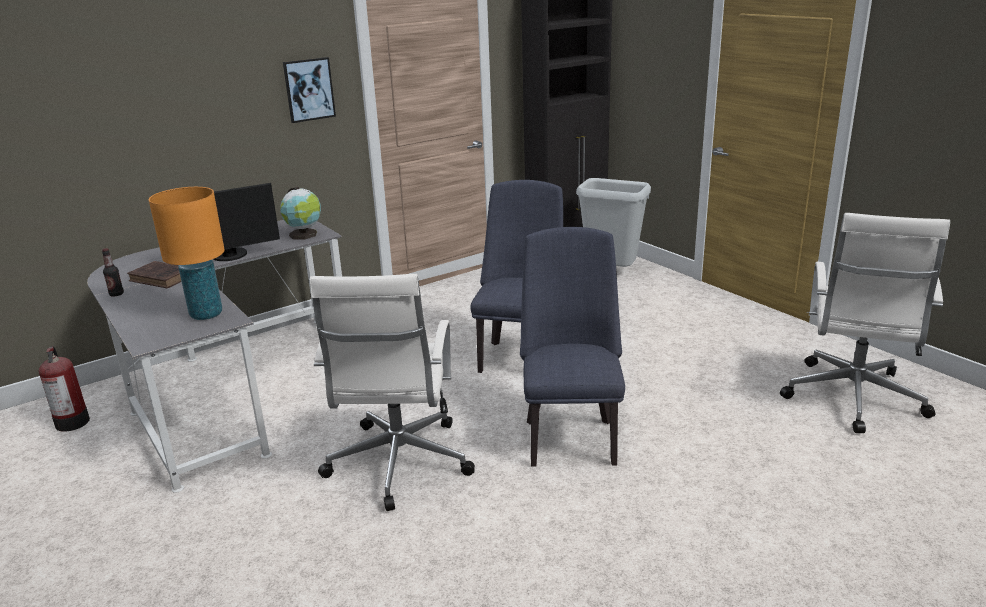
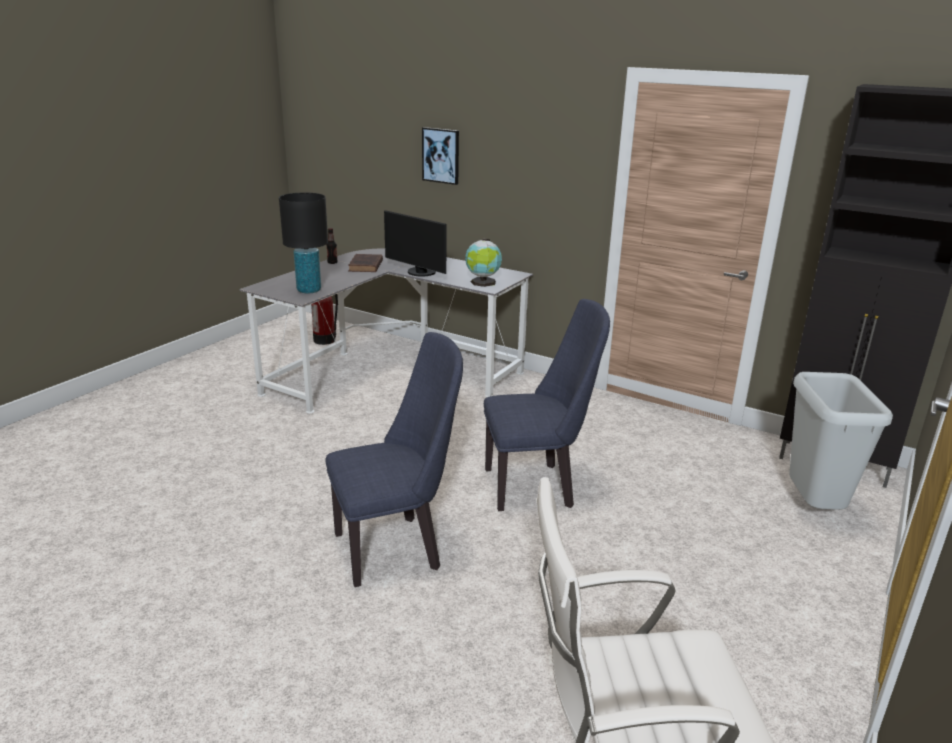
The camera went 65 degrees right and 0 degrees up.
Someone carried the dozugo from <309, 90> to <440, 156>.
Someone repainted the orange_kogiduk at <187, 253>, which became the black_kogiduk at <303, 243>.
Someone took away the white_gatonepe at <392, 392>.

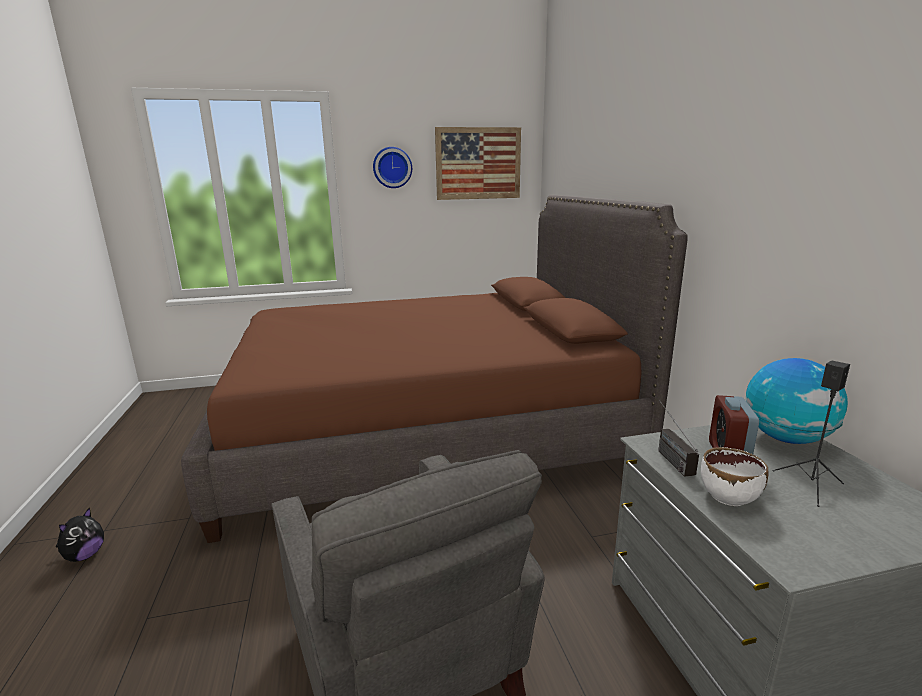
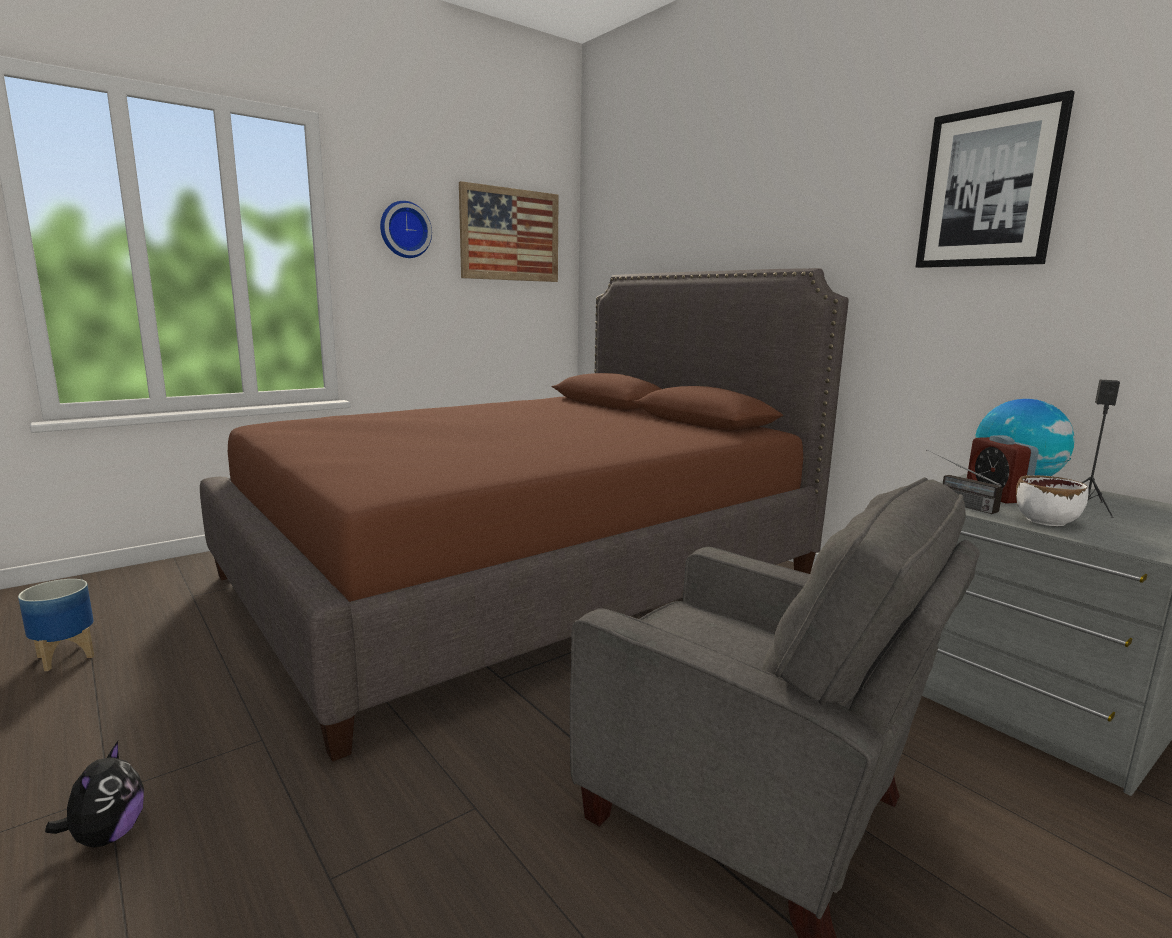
The camera went 25 degrees left and 5 degrees down.
Someone put up the dozugo at <995, 179>.
Someone put down the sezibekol at <56, 625>.

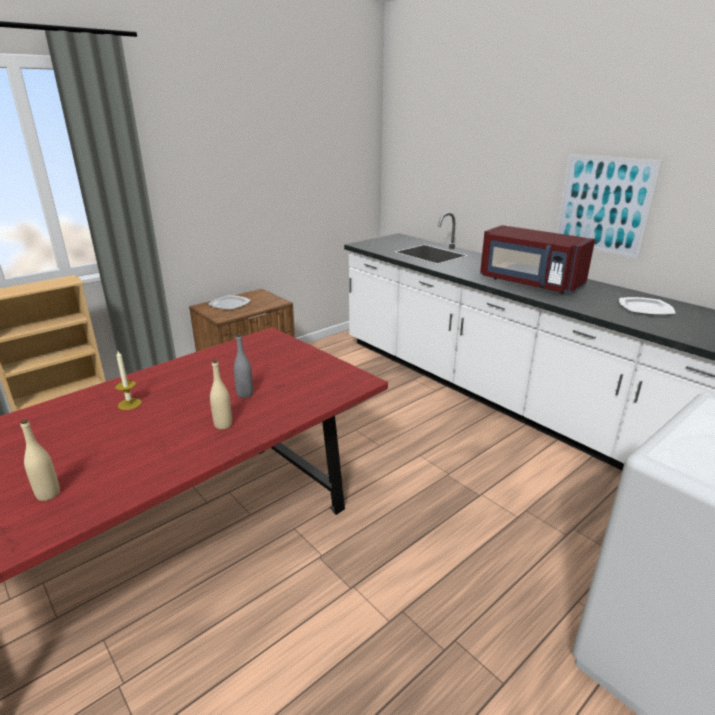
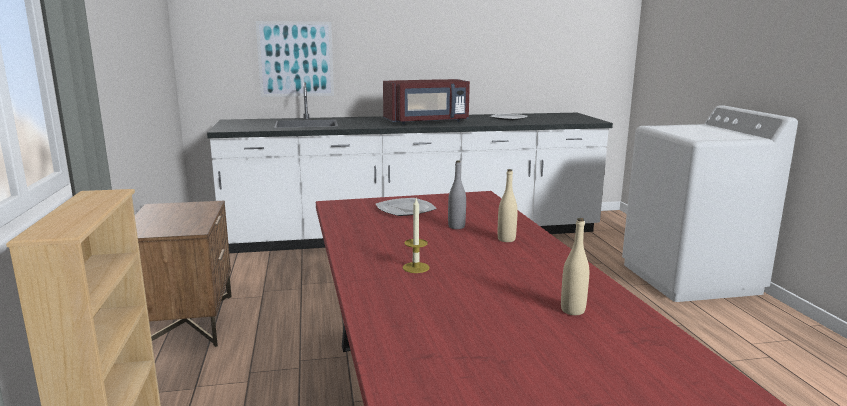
The camera went 60 degrees left and 10 degrees down.
Someone carried the dozugo from <608, 206> to <295, 59>.
Someone carried the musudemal from <229, 302> to <406, 207>.

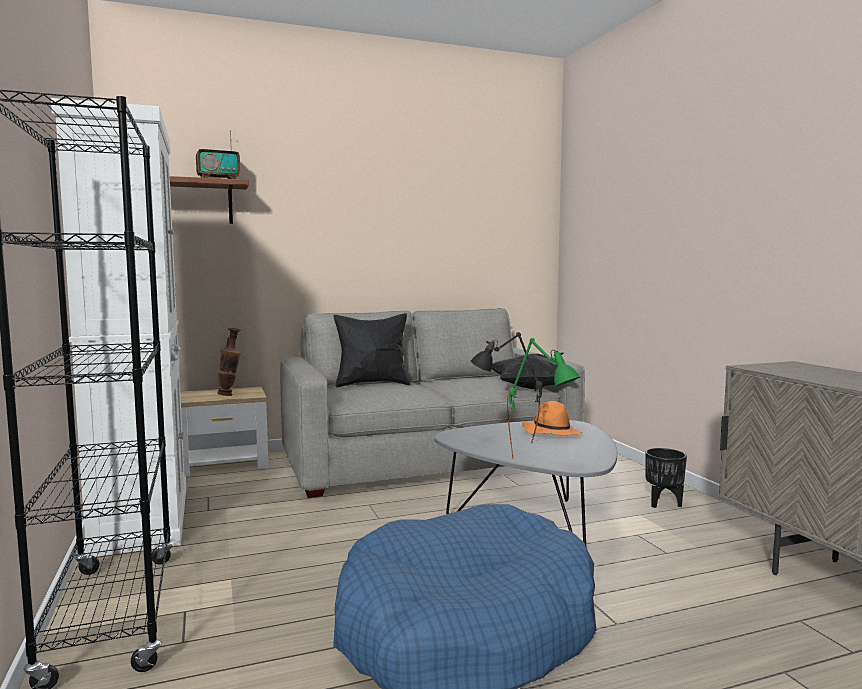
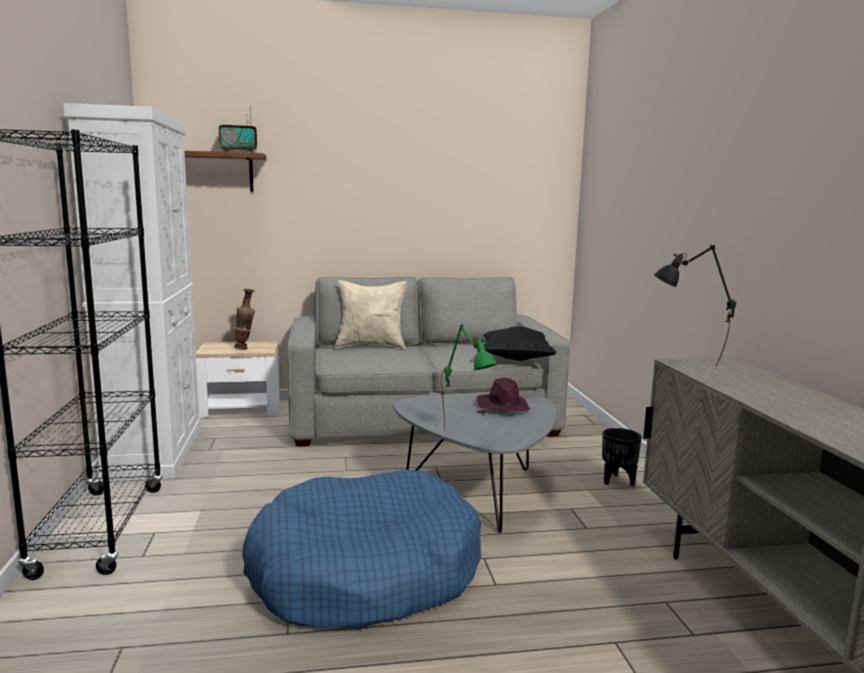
The camera went 10 degrees right and 5 degrees up.
Someone repainted the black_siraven at <372, 350>, which became the beige_siraven at <371, 314>.
Someone carried the black_kogiduk from <507, 387> to <695, 306>.
Someone repainted the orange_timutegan at <552, 418>, which became the purple_timutegan at <503, 395>.

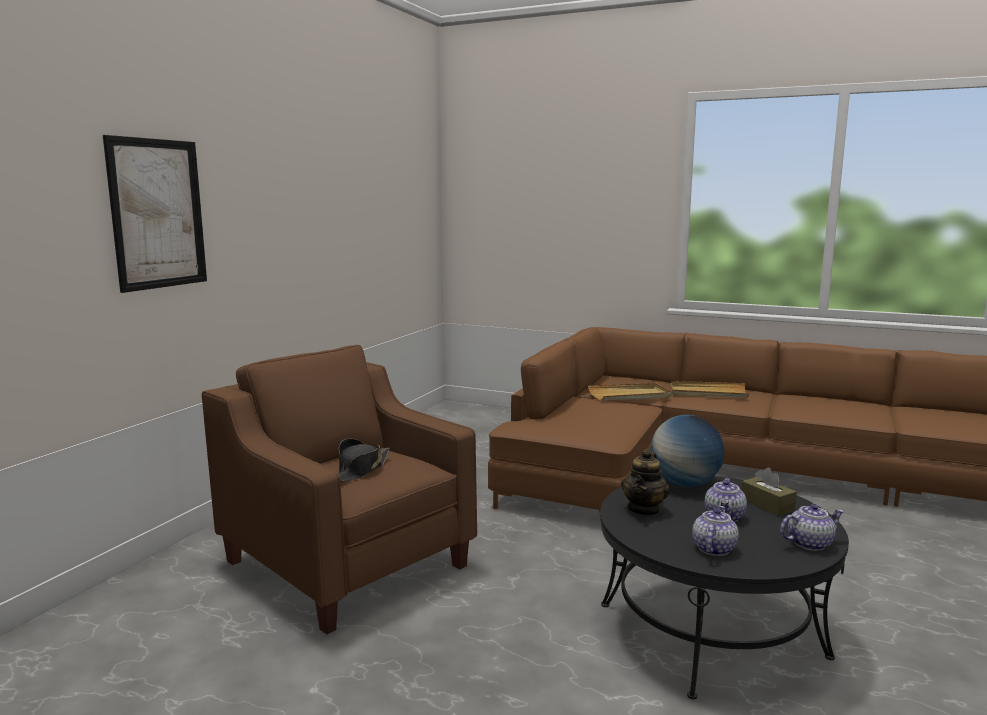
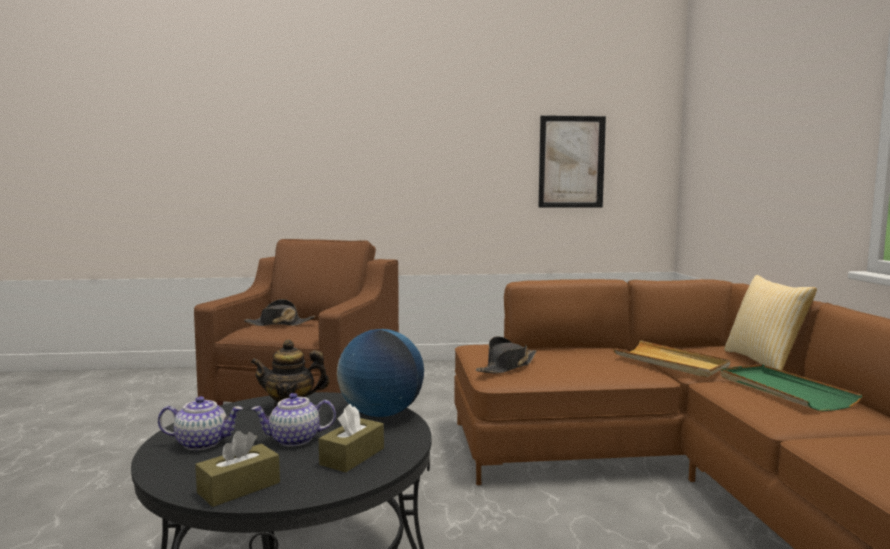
The camera went 60 degrees right and 5 degrees down.
Someone carried the dozugo from <155, 214> to <572, 161>.
Someone repainted the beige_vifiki at <710, 389>, which became the green_vifiki at <792, 387>.
Someone swapped the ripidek at <812, 527> for the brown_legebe at <237, 469>.
Someone put down the siraven at <770, 322>.
Someone put down the black_timutegan at <506, 354>.

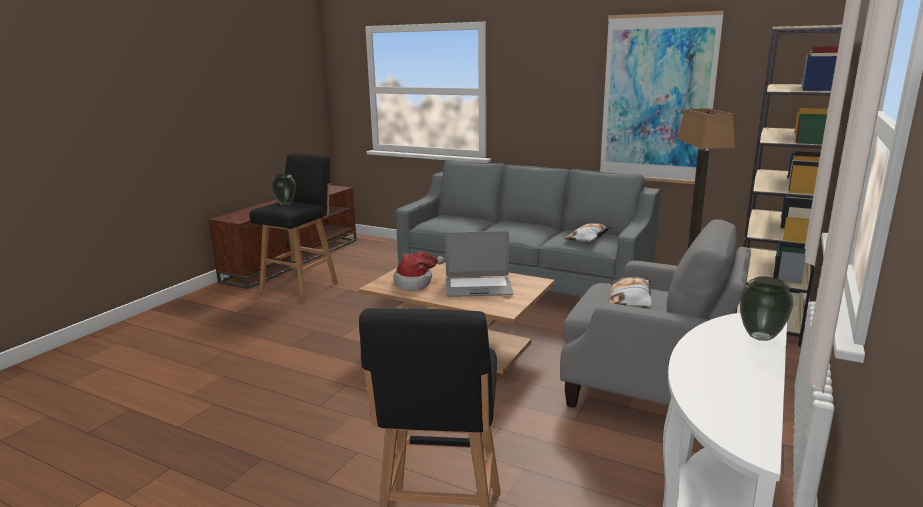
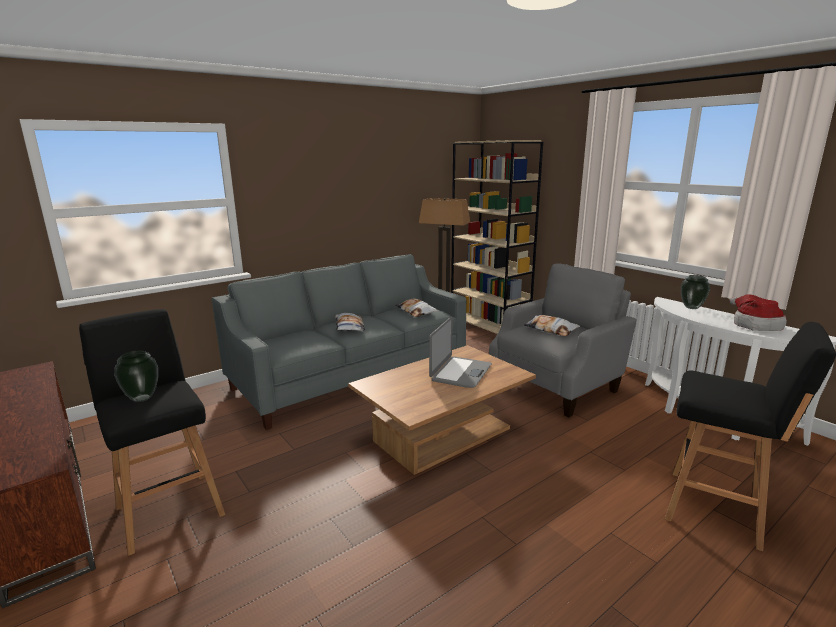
The camera went 65 degrees left and 0 degrees up.
Someone took away the dozugo at <662, 97>.
Someone carried the timutegan from <418, 271> to <758, 312>.
Someone put down the siraven at <350, 322>.

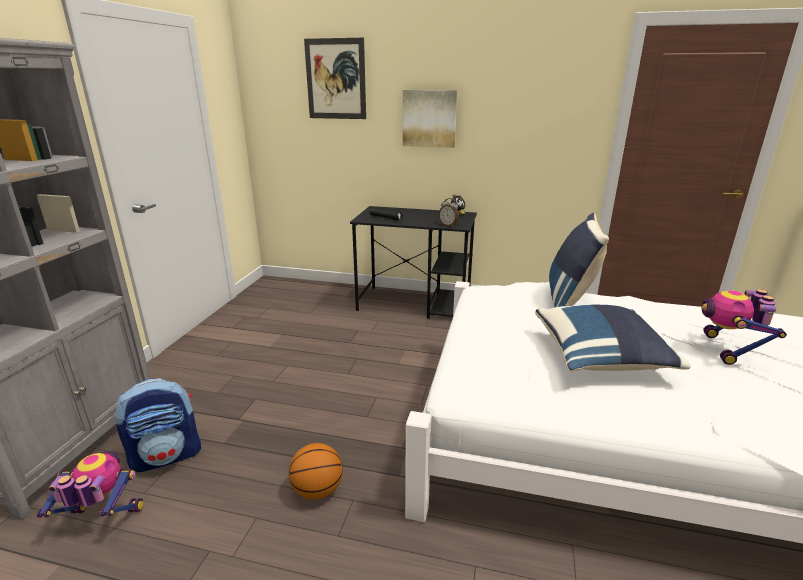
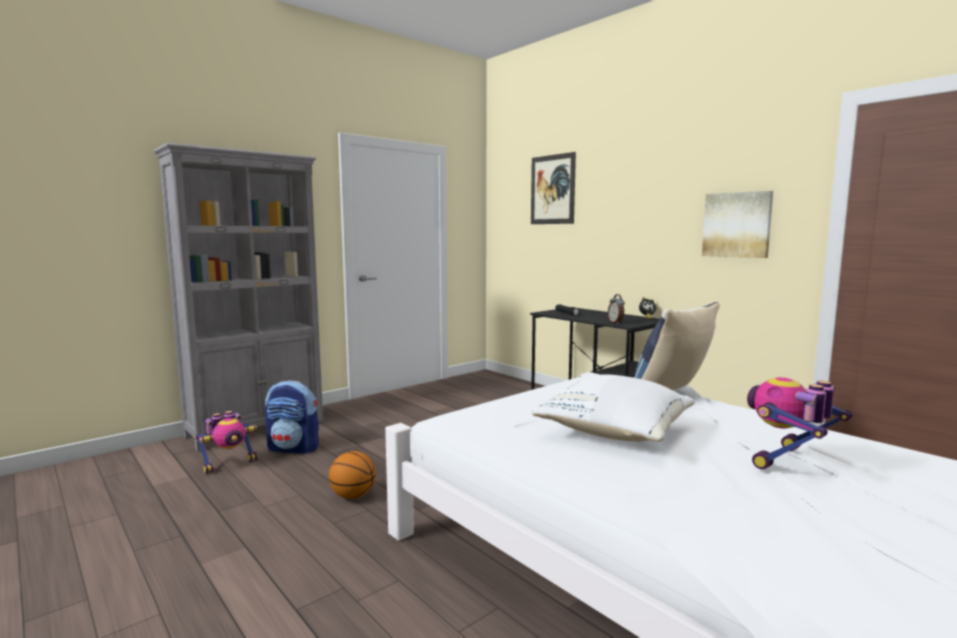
The camera went 35 degrees right and 15 degrees down.
Someone carried the dozugo from <430, 119> to <737, 224>.
Someone repainted the blue_siraven at <613, 338>, which became the white_siraven at <613, 408>.
Someone rotated the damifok at <90, 485> by 105 degrees clockwise.

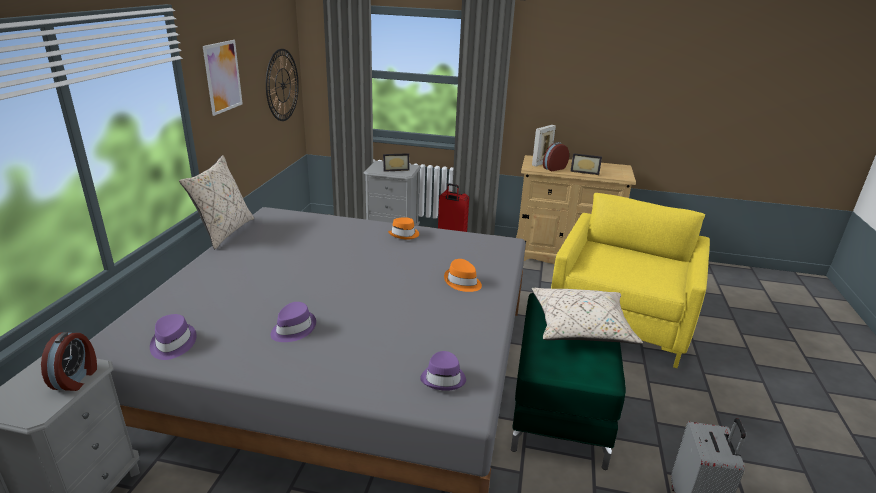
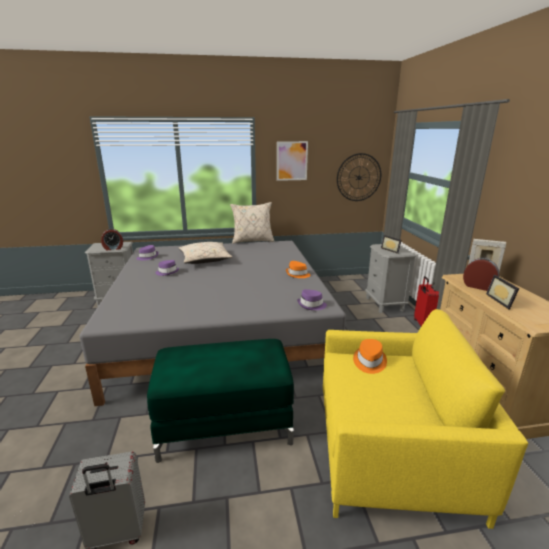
The camera went 70 degrees right and 5 degrees down.
Someone carried the orange_timutegan from <463, 275> to <370, 356>.
Someone carried the beige_siraven from <587, 316> to <205, 253>.
Someone carried the purple_timutegan from <443, 371> to <312, 299>.

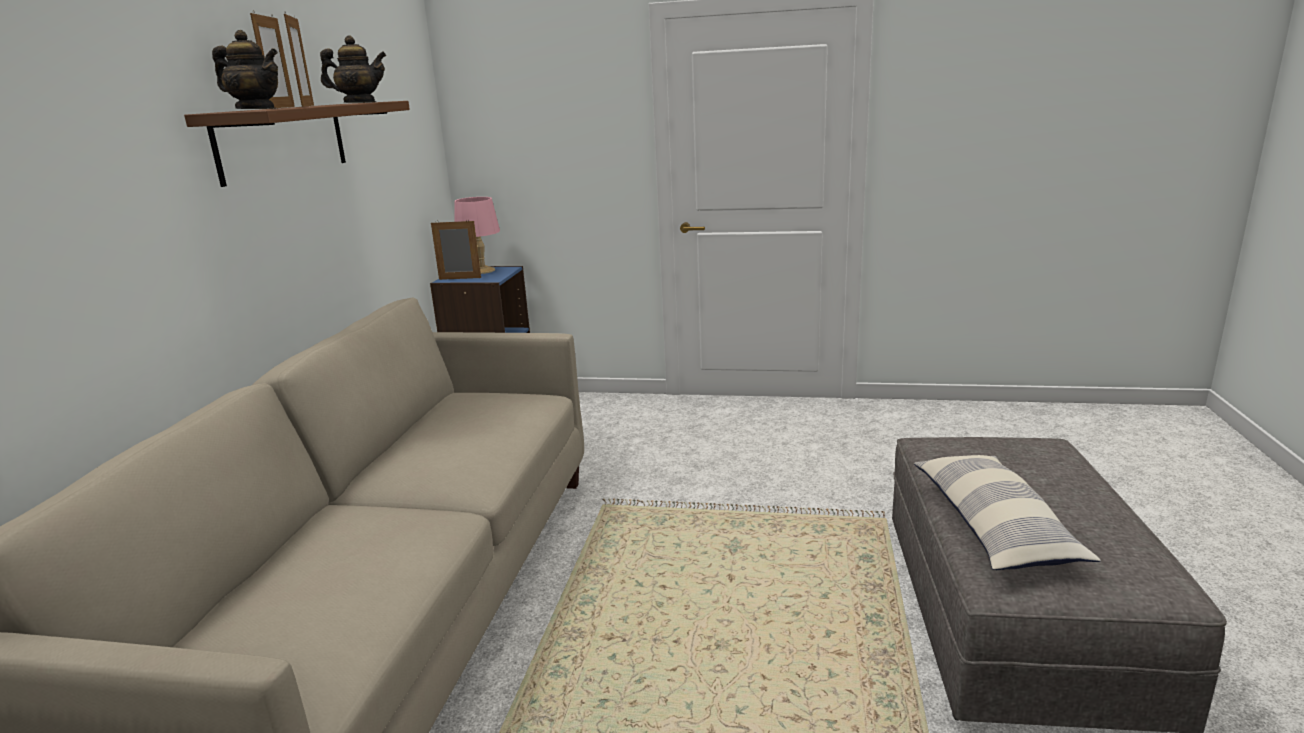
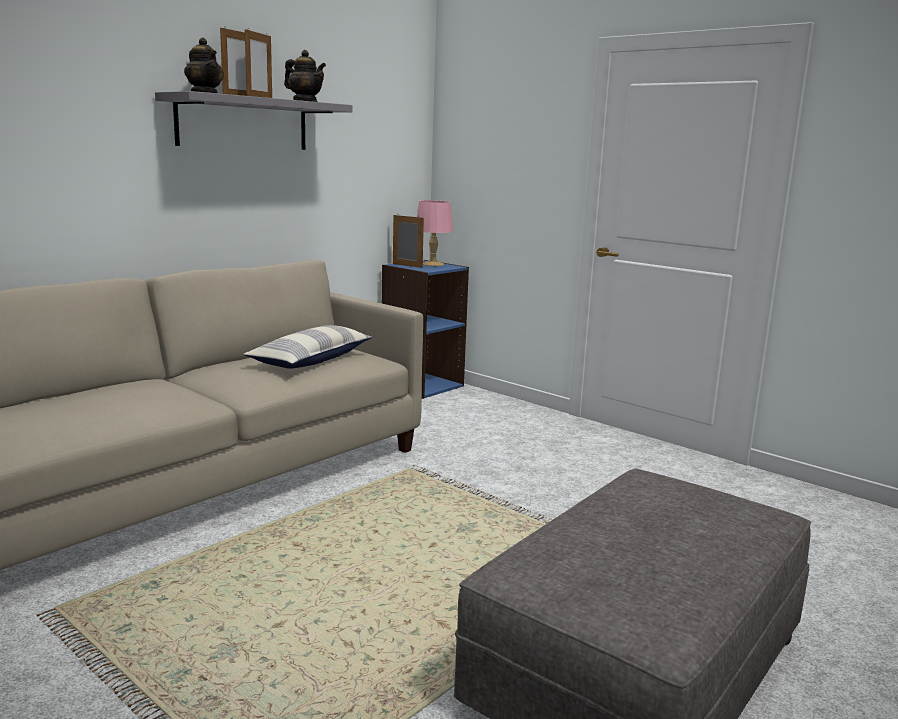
The camera went 30 degrees right and 5 degrees down.
Someone repainted the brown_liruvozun at <297, 144>, which became the grey_liruvozun at <254, 120>.
Someone carried the siraven from <1007, 512> to <307, 347>.

